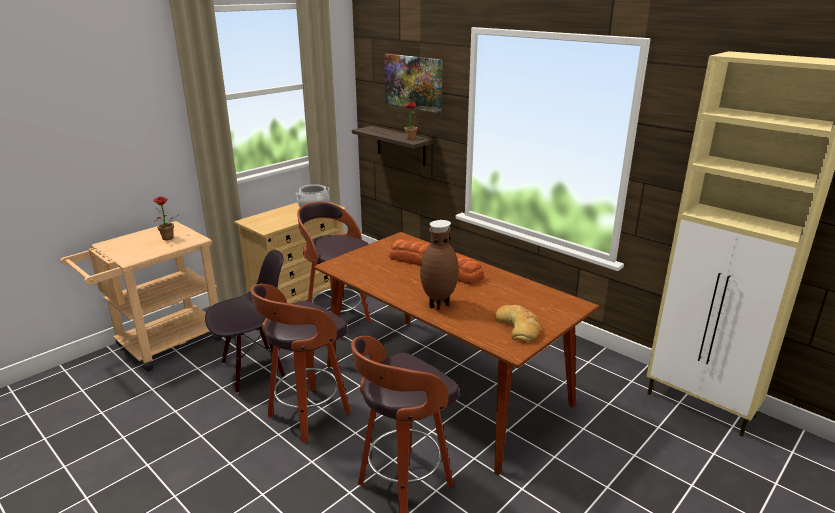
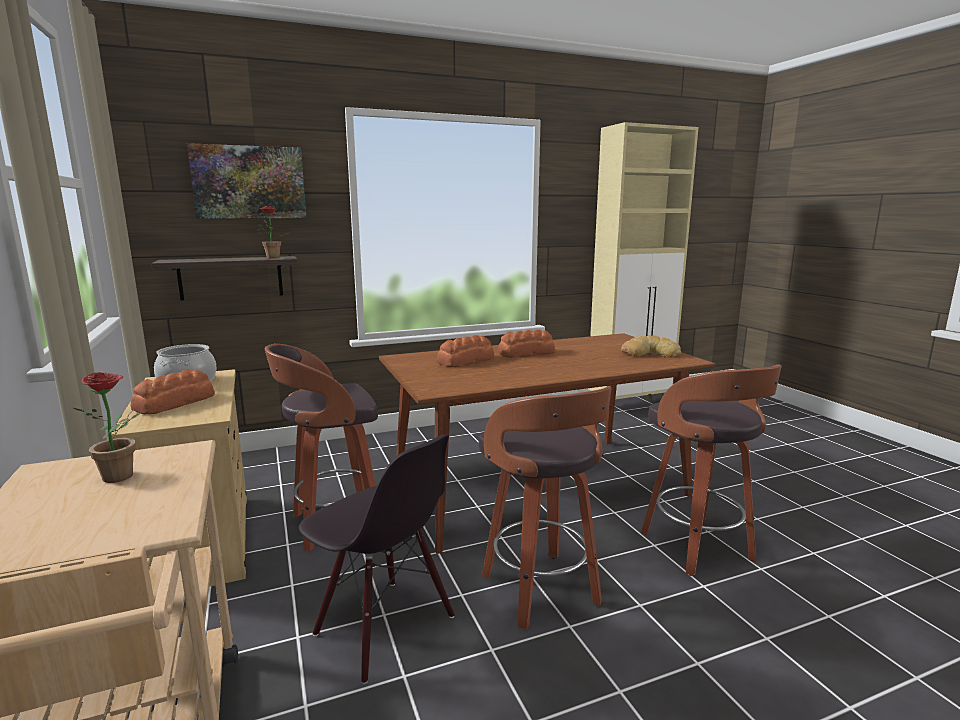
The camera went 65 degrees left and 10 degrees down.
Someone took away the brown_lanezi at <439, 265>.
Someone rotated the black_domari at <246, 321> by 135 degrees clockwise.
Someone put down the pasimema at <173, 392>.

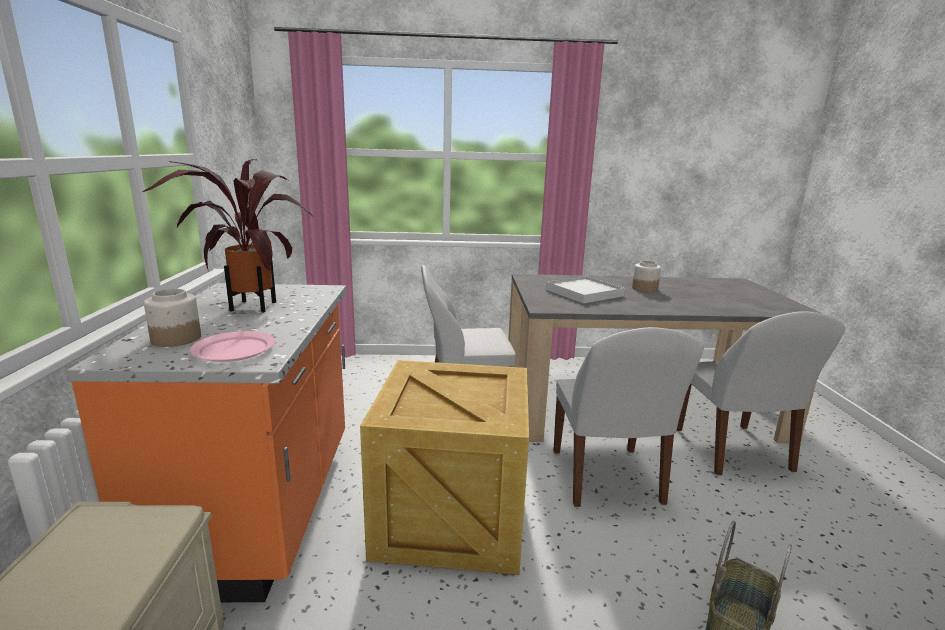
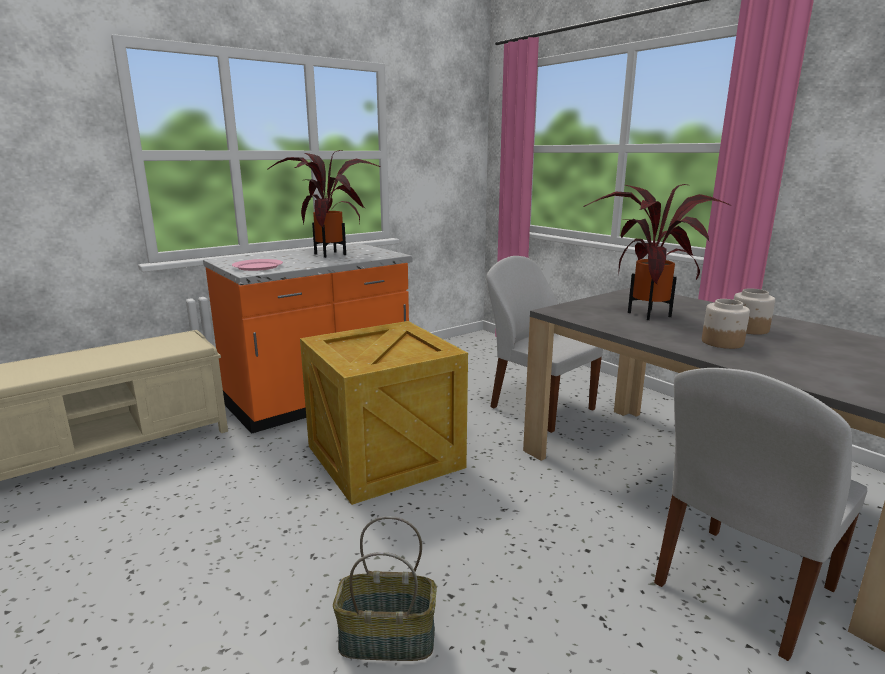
The camera went 55 degrees right and 0 degrees up.
Someone swapped the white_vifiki at <585, 289> for the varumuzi at <657, 252>.
Someone carried the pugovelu from <172, 317> to <726, 324>.
Someone took away the white_domari at <628, 417>.

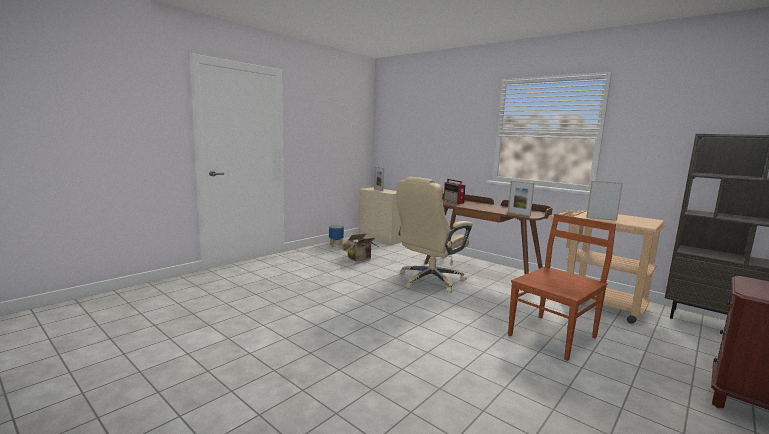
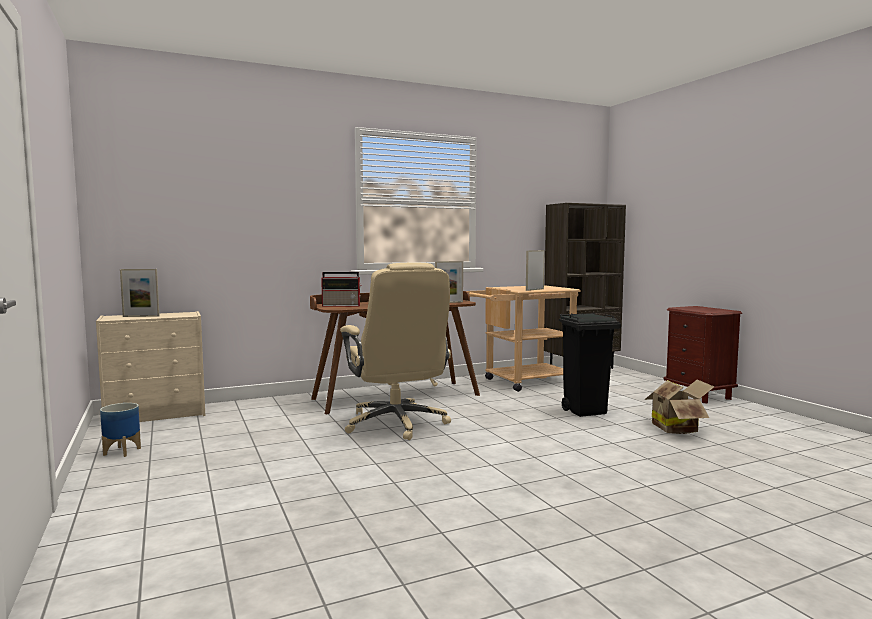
The camera went 65 degrees left and 5 degrees down.
Someone swapped the brown_domari at <562, 287> for the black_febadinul at <590, 365>.
Someone carried the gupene from <359, 248> to <679, 407>.

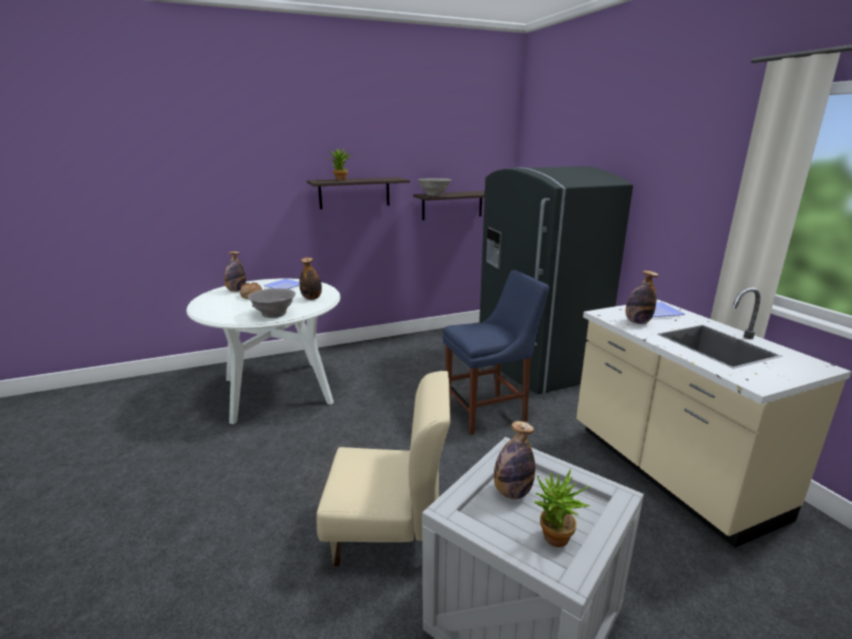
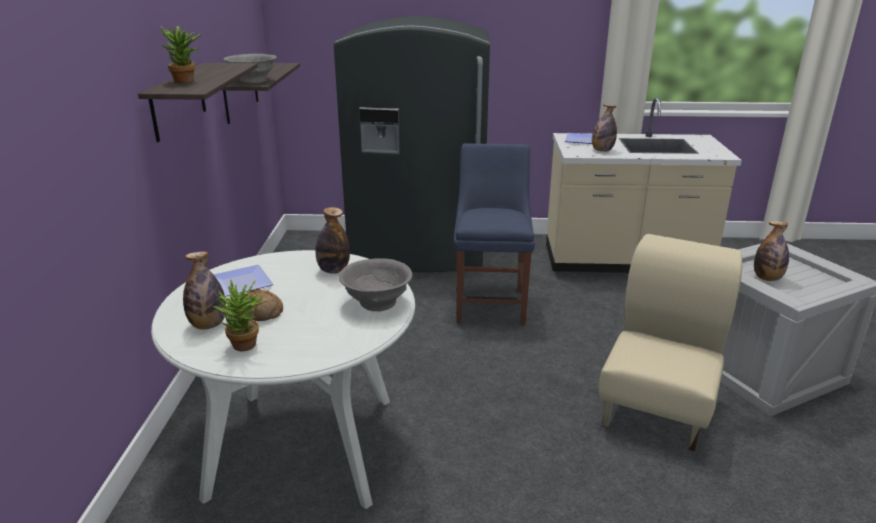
The camera went 65 degrees left and 5 degrees up.
Someone carried the varumuzi from <562, 508> to <239, 315>.

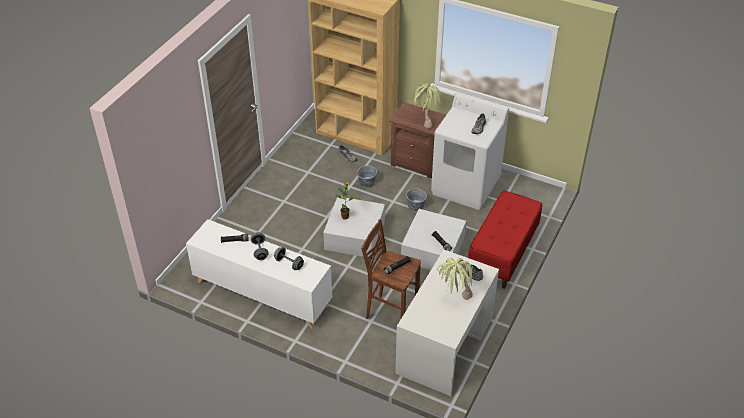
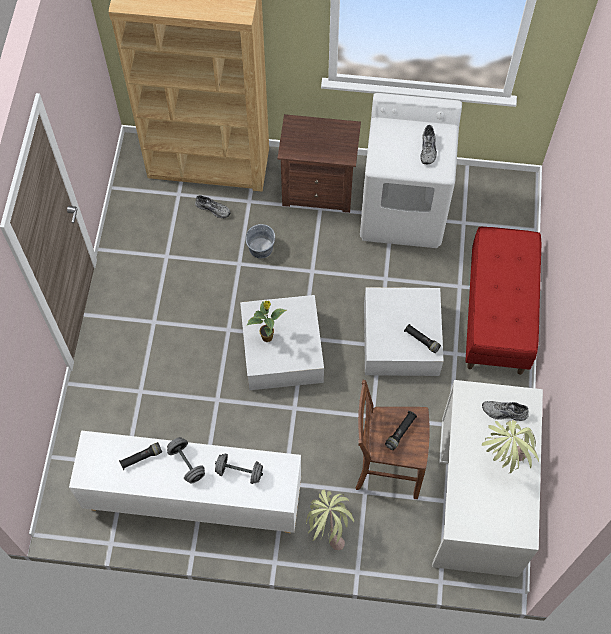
The camera went 20 degrees left and 20 degrees up.
Someone carried the varumuzi from <427, 106> to <330, 519>.
Someone took away the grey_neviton at <416, 198>.

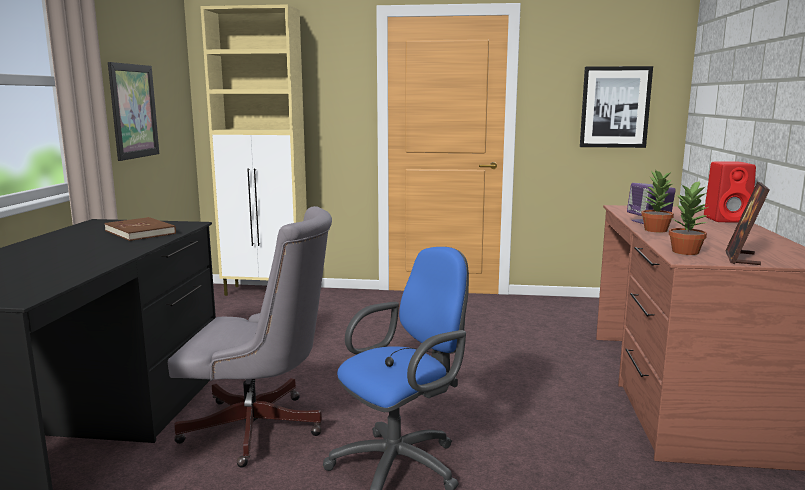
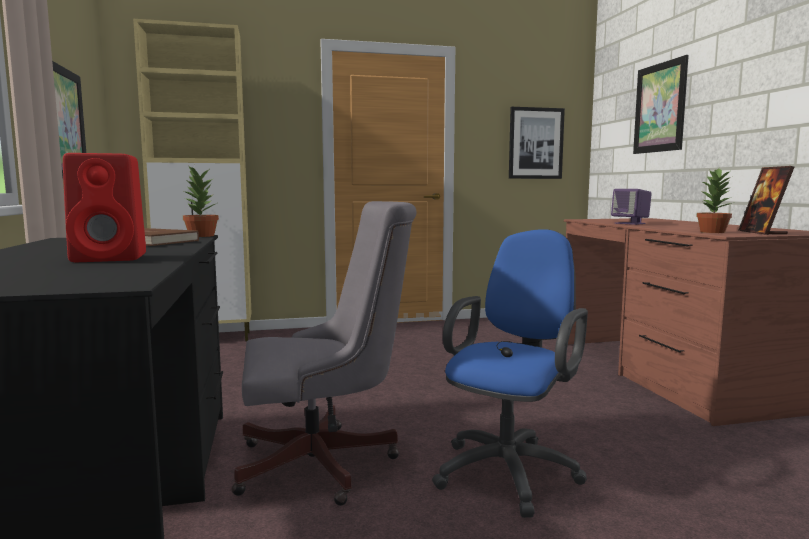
The camera went 20 degrees left and 5 degrees down.
Someone carried the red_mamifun from <730, 191> to <104, 207>.
Someone carried the varumuzi from <657, 202> to <200, 201>.
Someone put up the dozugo at <661, 104>.

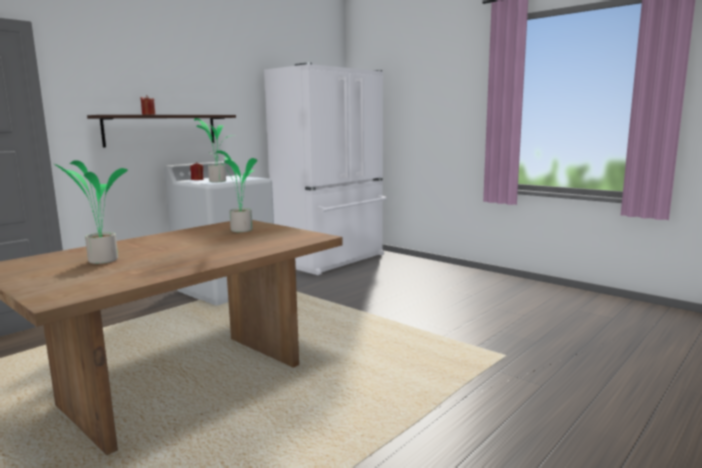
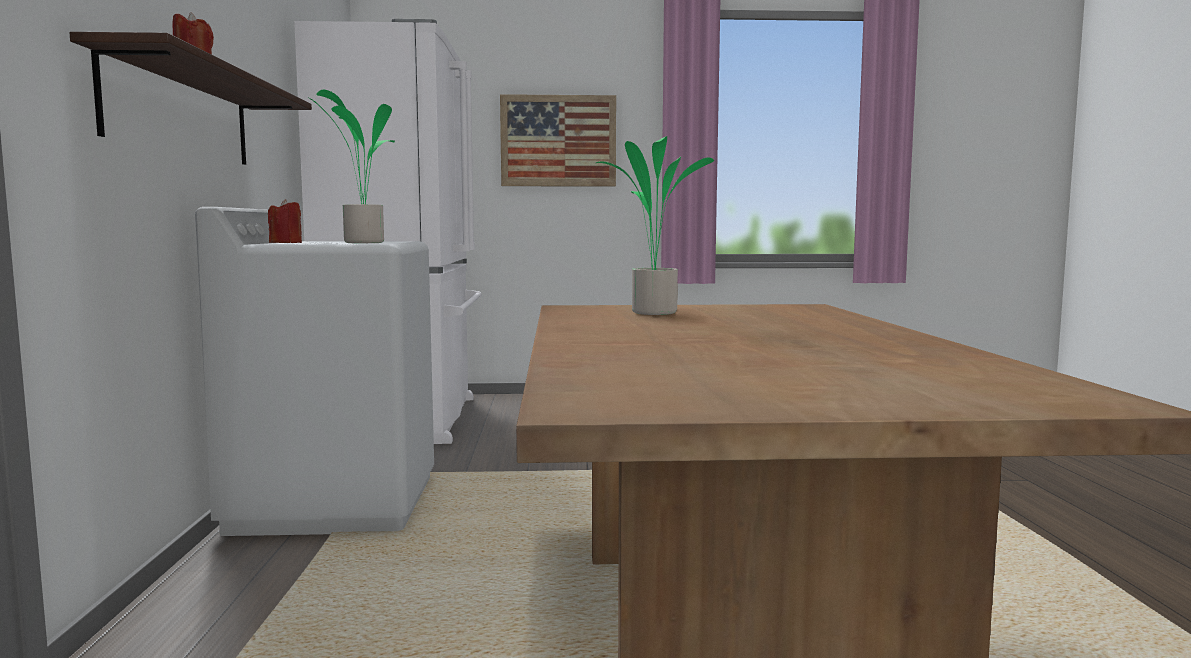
The camera went 45 degrees left and 5 degrees down.
Someone took away the varumuzi at <91, 212>.
Someone put up the dozugo at <558, 140>.

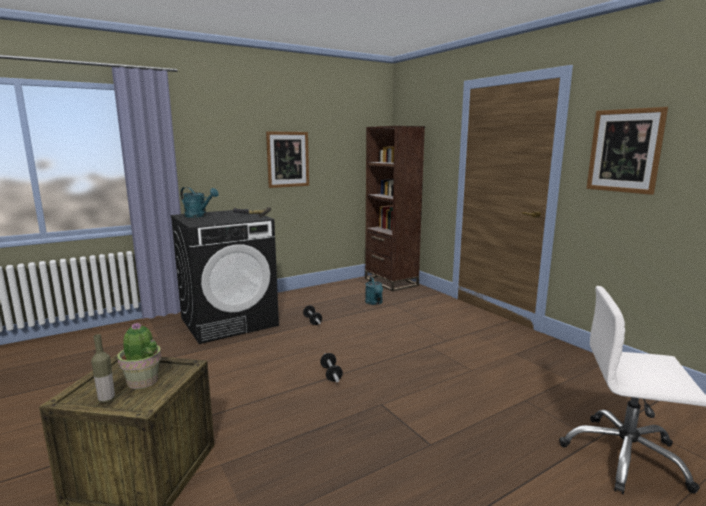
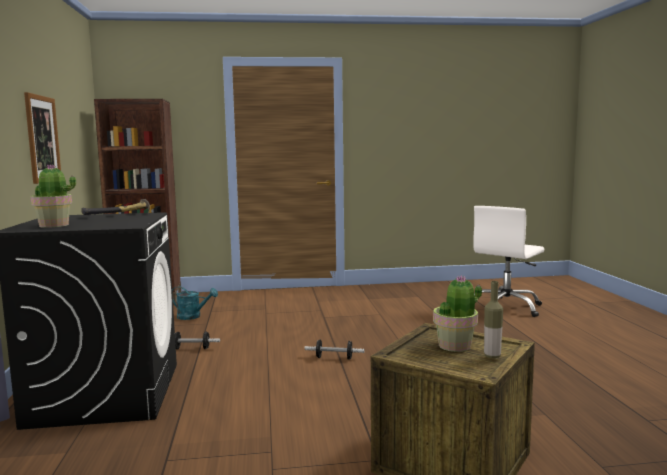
The camera went 65 degrees left and 5 degrees down.
Someone took away the dozugo at <627, 151>.
Someone swapped the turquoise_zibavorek at <199, 202> for the varumuzi at <53, 196>.

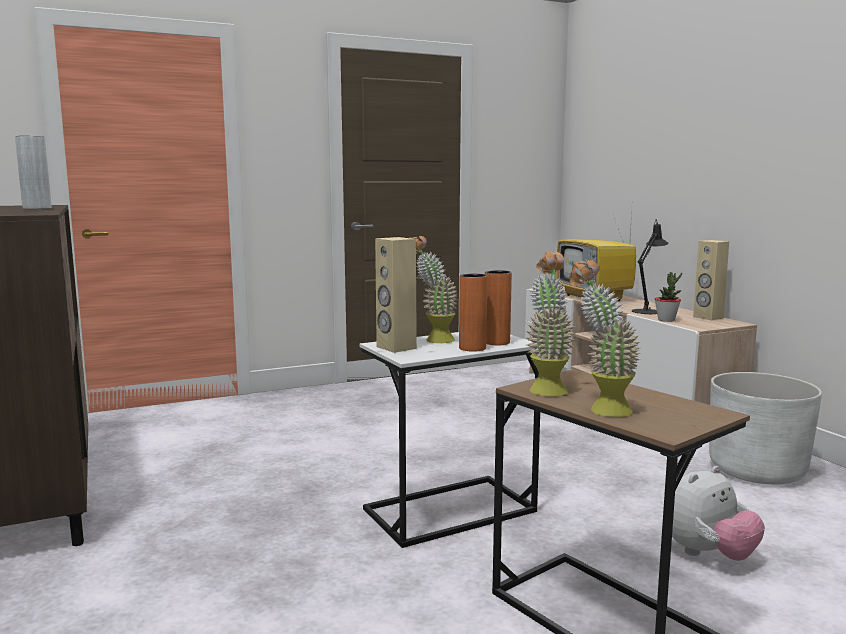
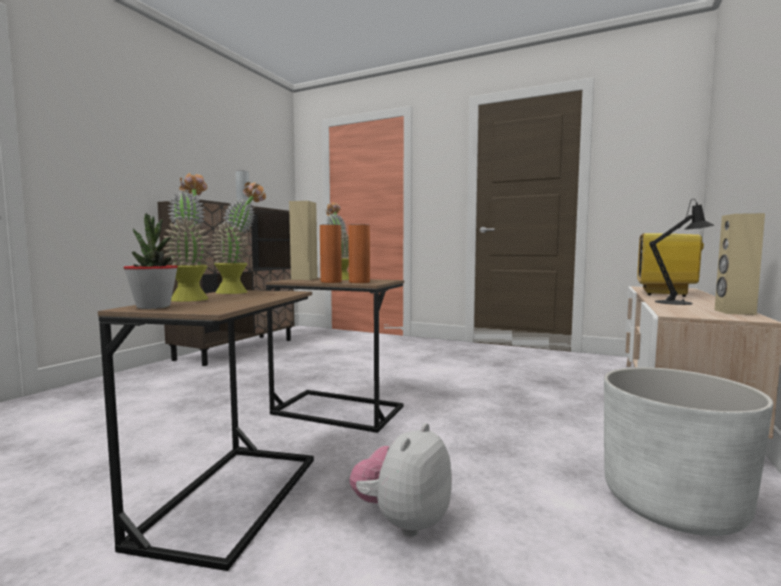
The camera went 50 degrees right and 5 degrees down.
Someone carried the varumuzi from <668, 297> to <151, 261>.
Someone repainted the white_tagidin at <449, 440>, which became the brown_tagidin at <335, 355>.
Someone rotated the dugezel at <718, 513> by 105 degrees clockwise.

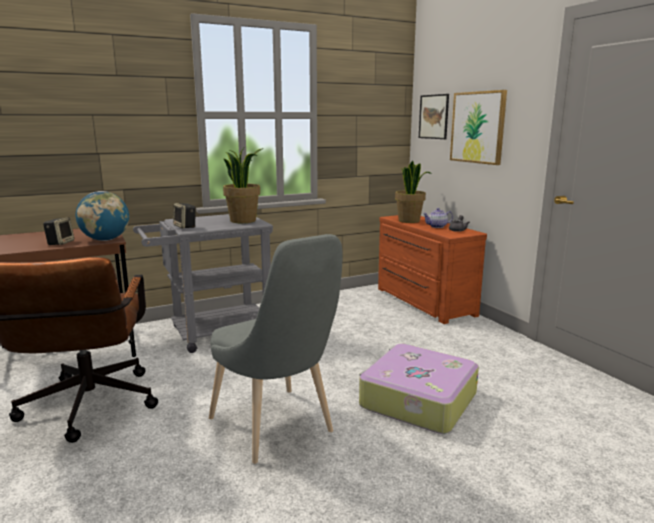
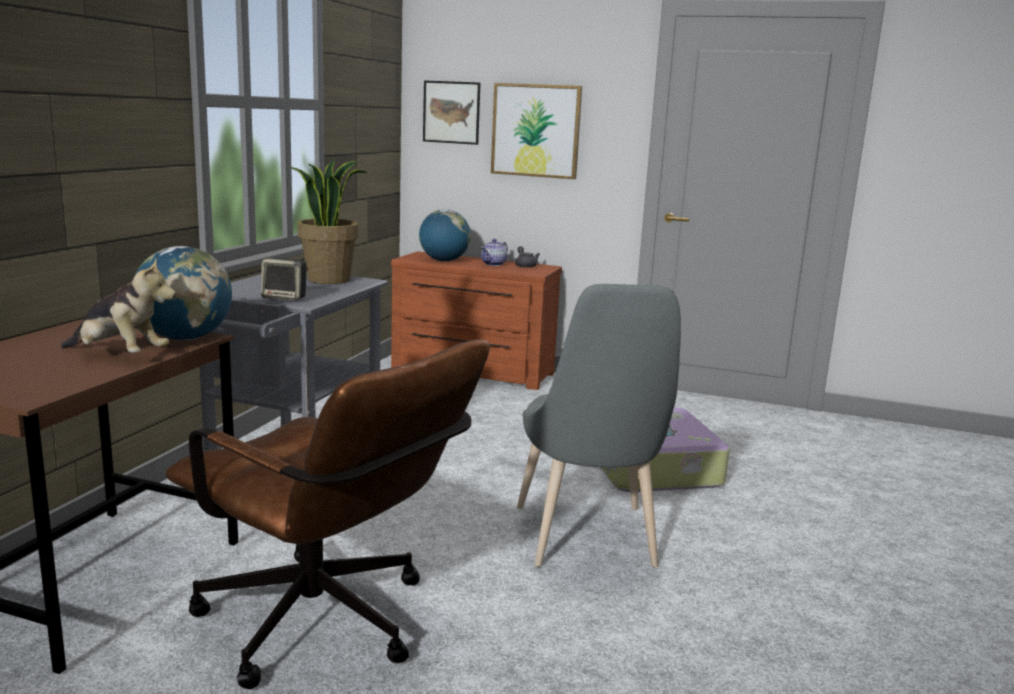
The camera went 45 degrees left and 0 degrees up.
Someone swapped the varumuzi at <413, 192> for the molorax at <445, 235>.
Someone swapped the mamifun at <58, 231> for the dugezel at <118, 305>.
Someone rotated the grey_domari at <276, 349> by 75 degrees clockwise.

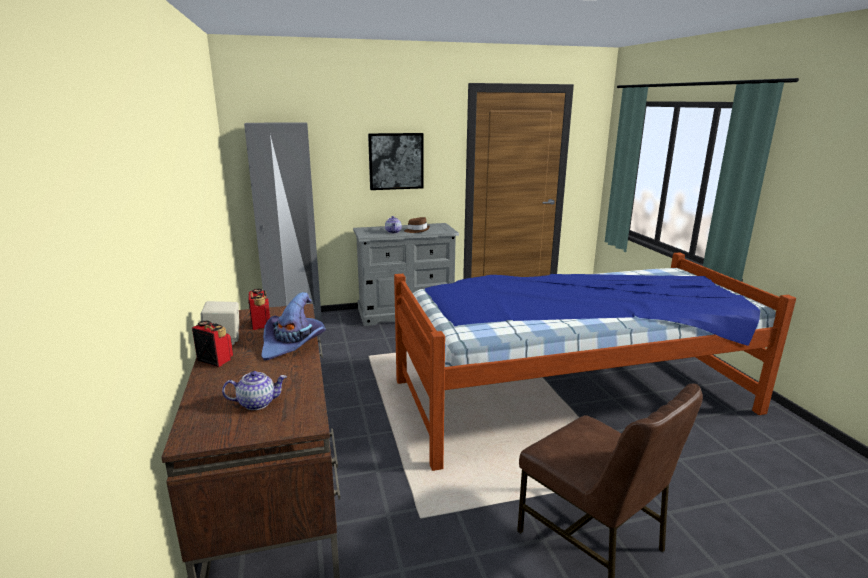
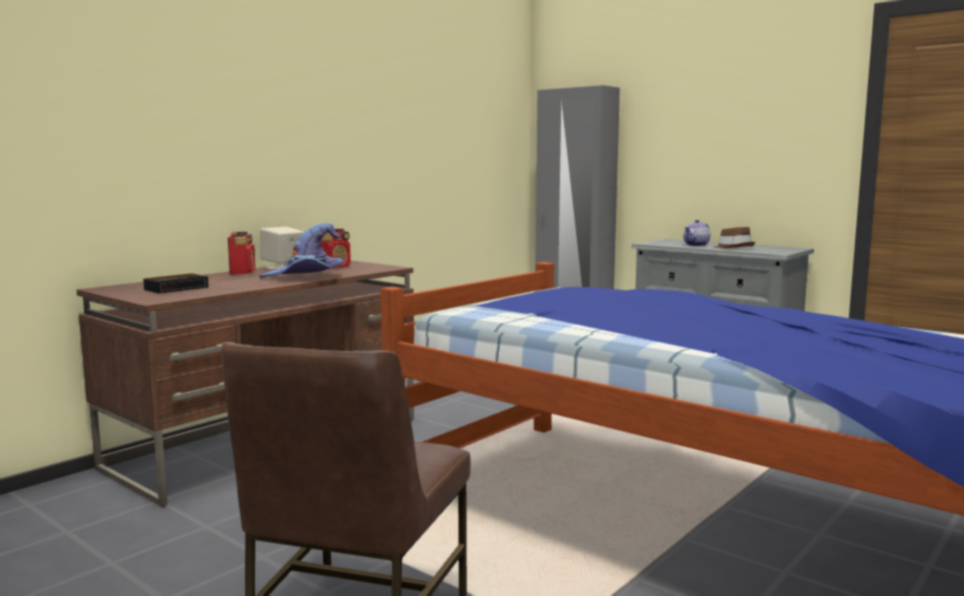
The camera went 55 degrees right and 10 degrees down.
Someone took away the dozugo at <396, 161>.
Someone swapped the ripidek at <254, 390> for the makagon at <176, 283>.

